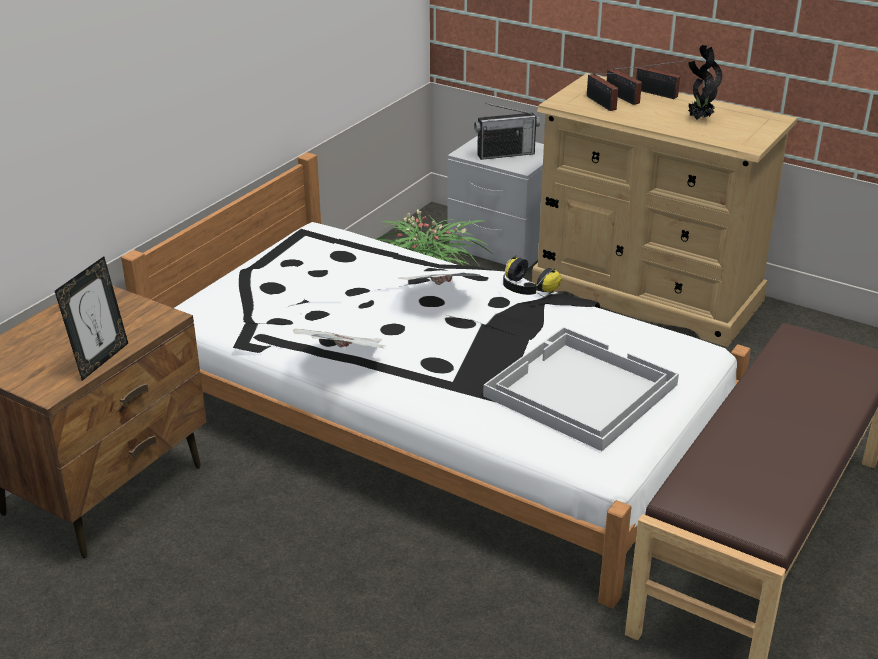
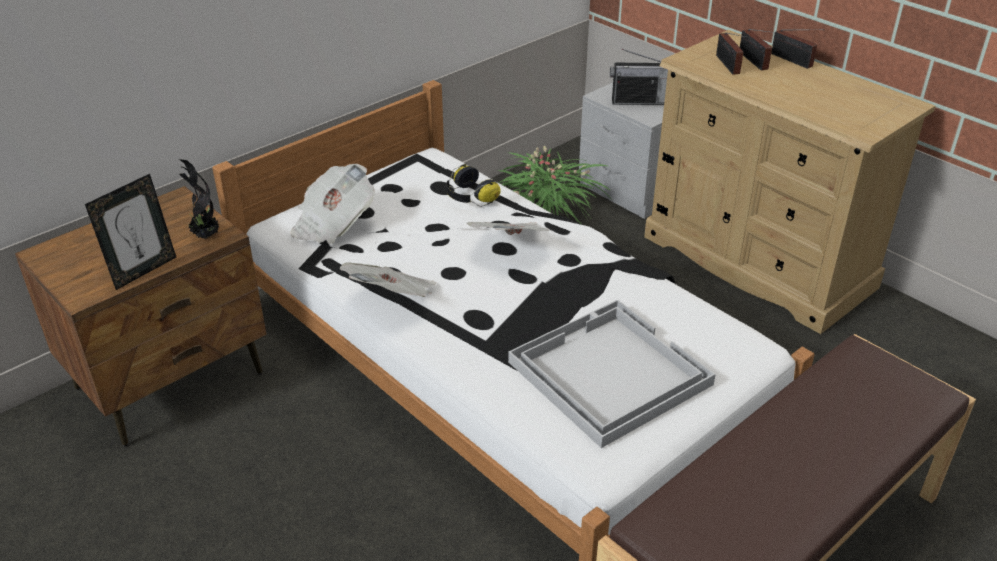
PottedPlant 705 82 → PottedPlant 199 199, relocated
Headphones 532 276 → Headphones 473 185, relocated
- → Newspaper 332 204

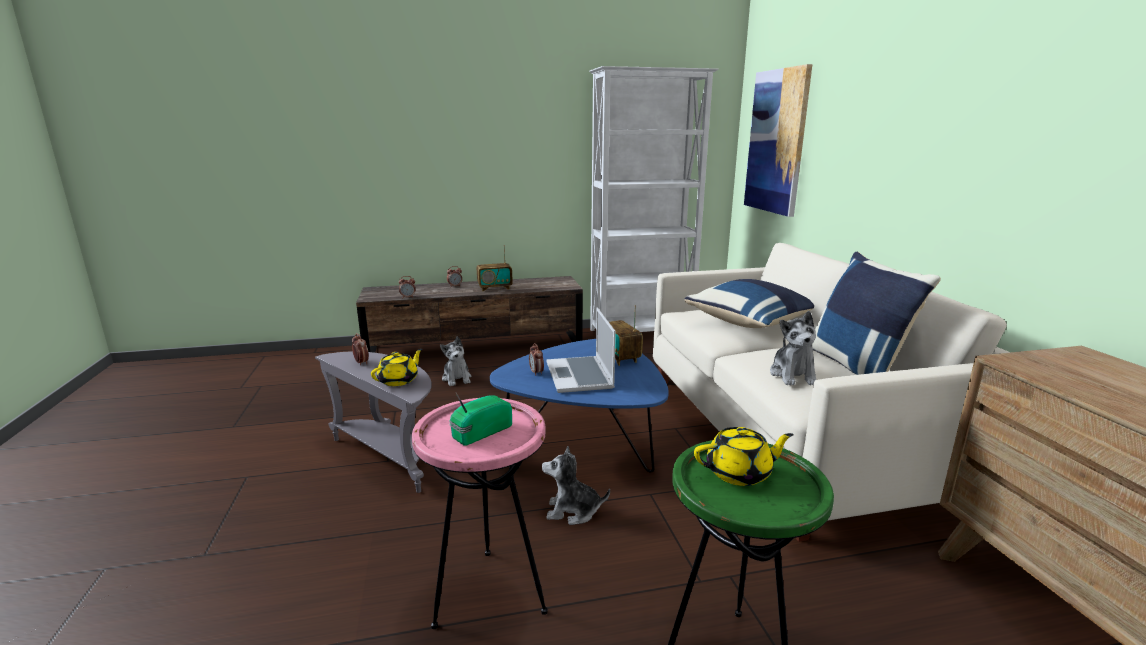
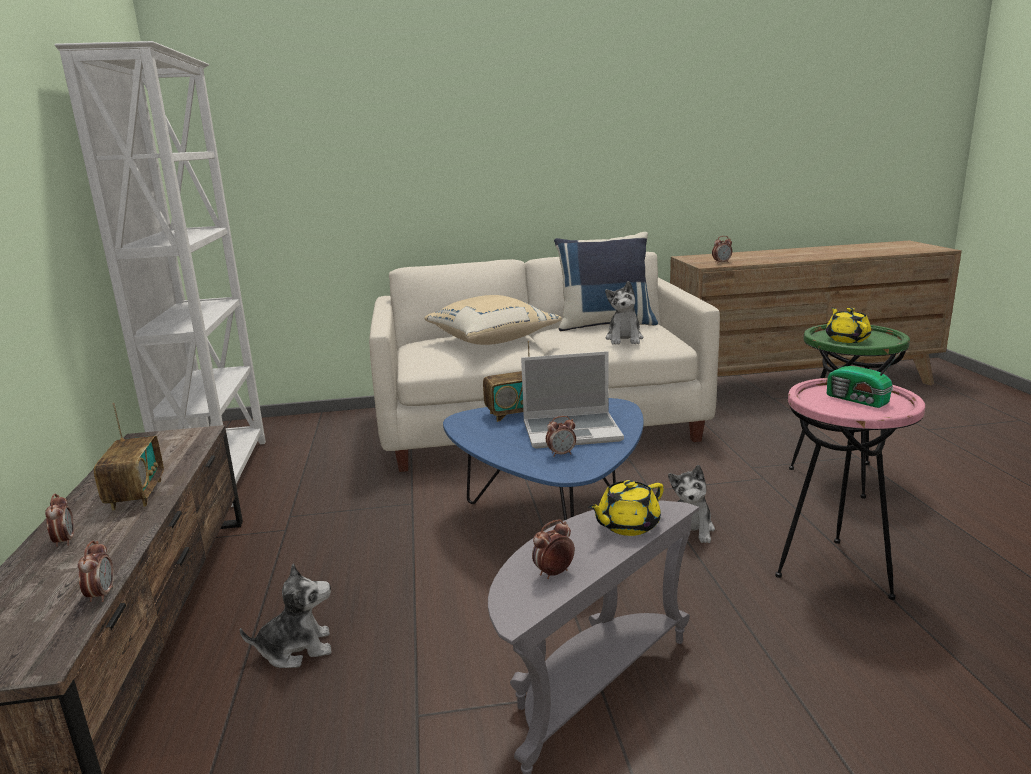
Picture 778 140 → -
BluePillow 749 303 → BeigePillow 493 320
PlushToy 793 348 → PlushToy 624 312, 90 degrees clockwise
YellowTeapot 396 367 → YellowTeapot 626 508, 75 degrees counterclockwise
- → AlarmClock 722 250

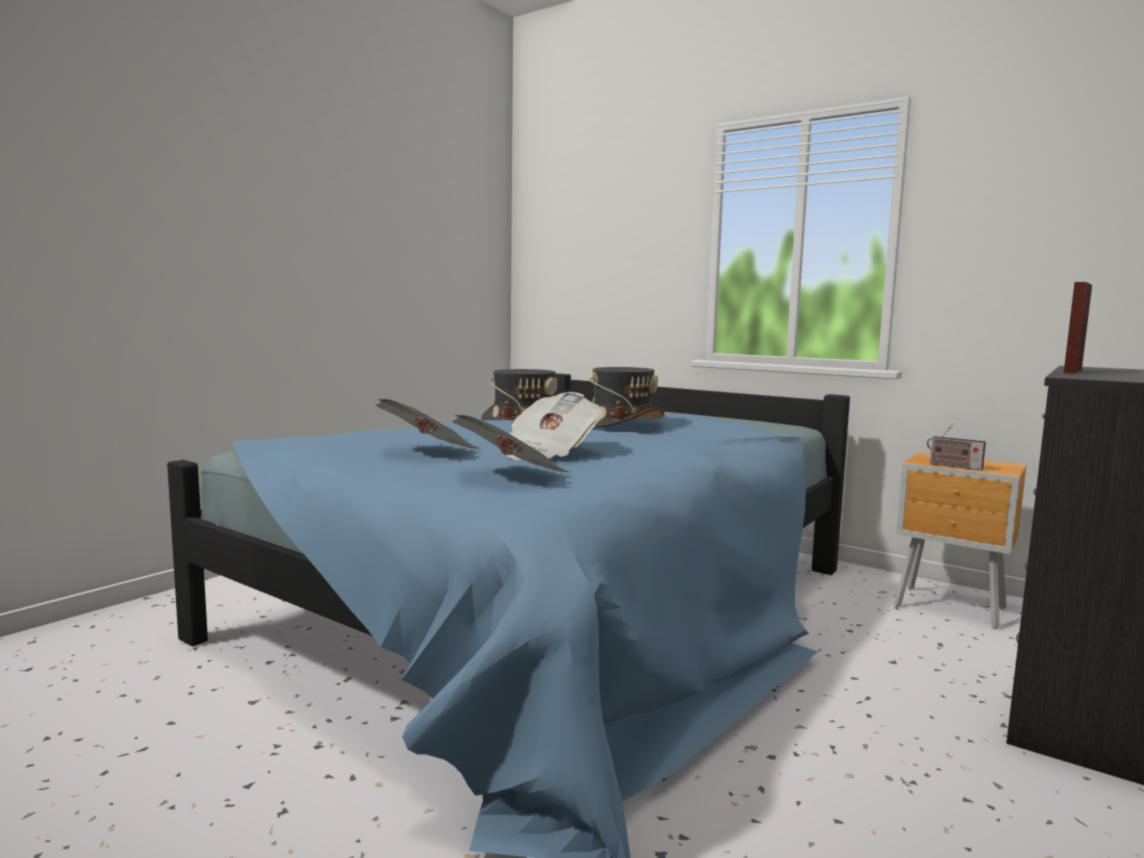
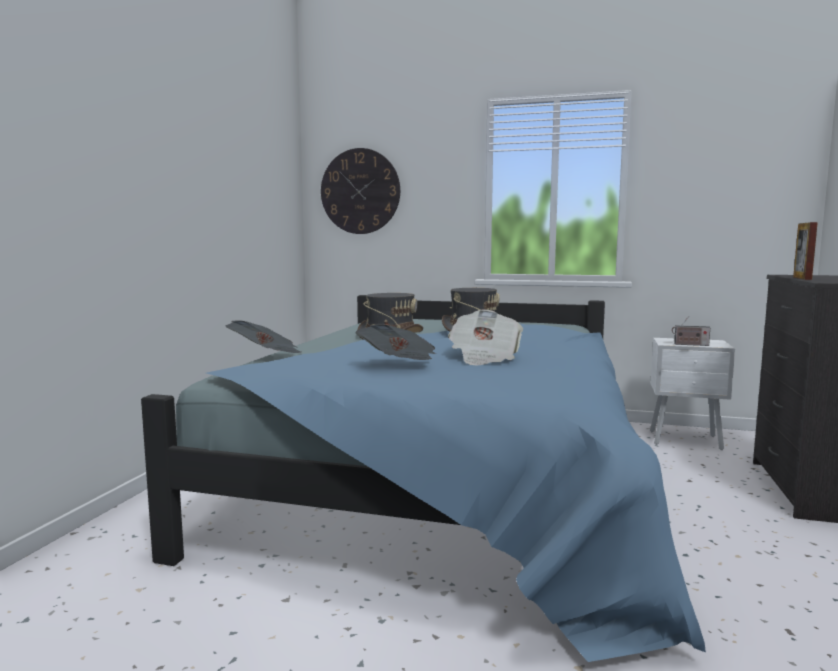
Newspaper 511 443 → Newspaper 263 336, relocated
BrownNightstand 960 541 → WhiteNightstand 692 394
- → WallClock 360 191

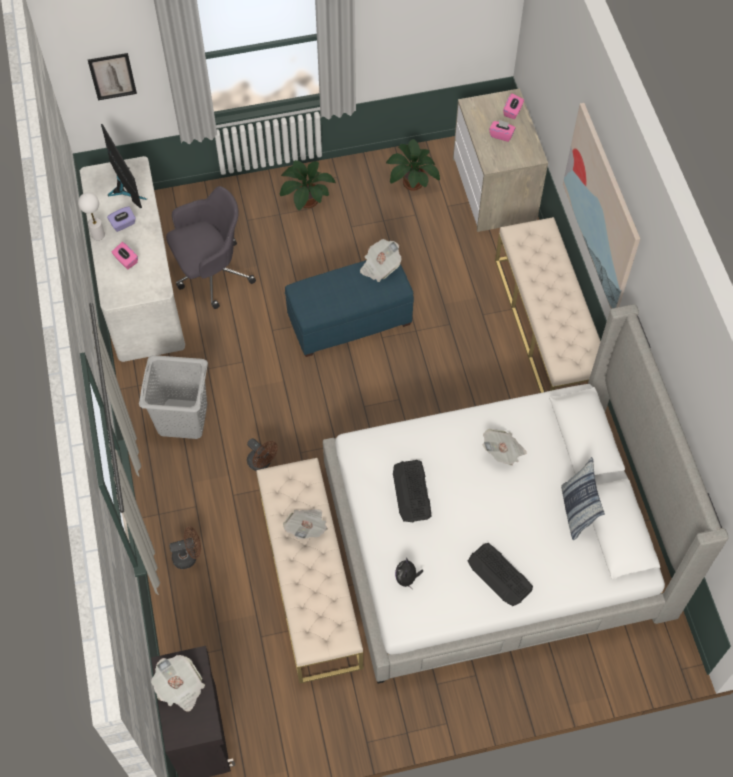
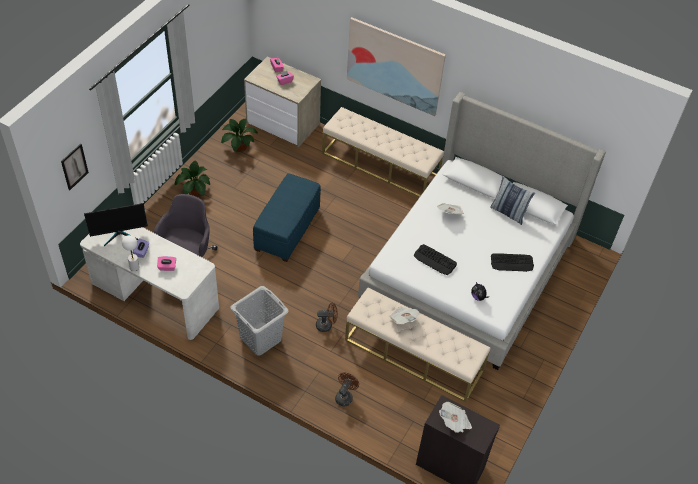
Monitor 124 166 → Monitor 116 224, 150 degrees clockwise
Newspaper 381 260 → -

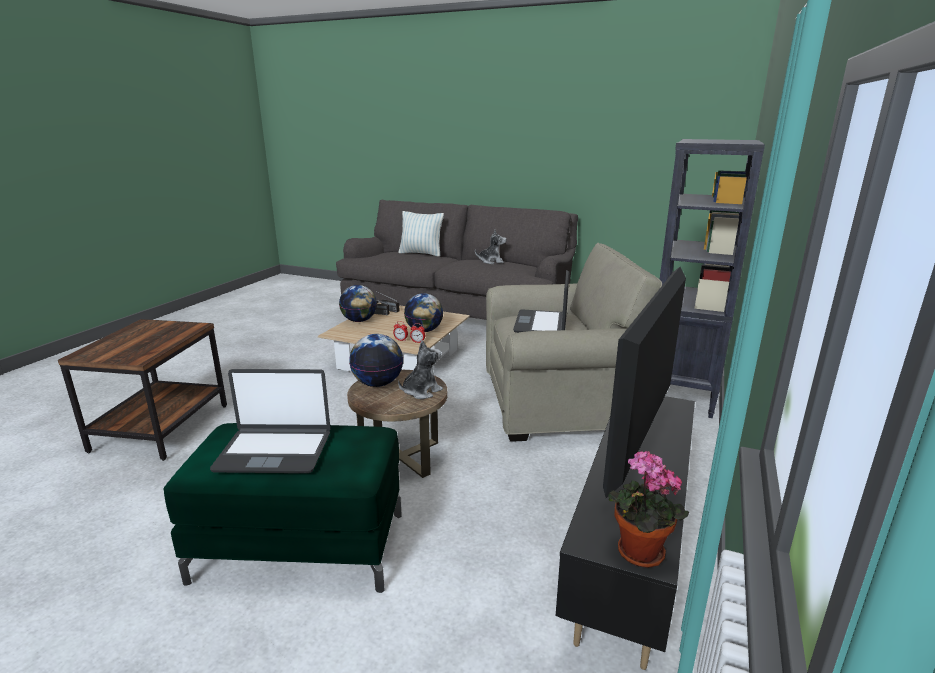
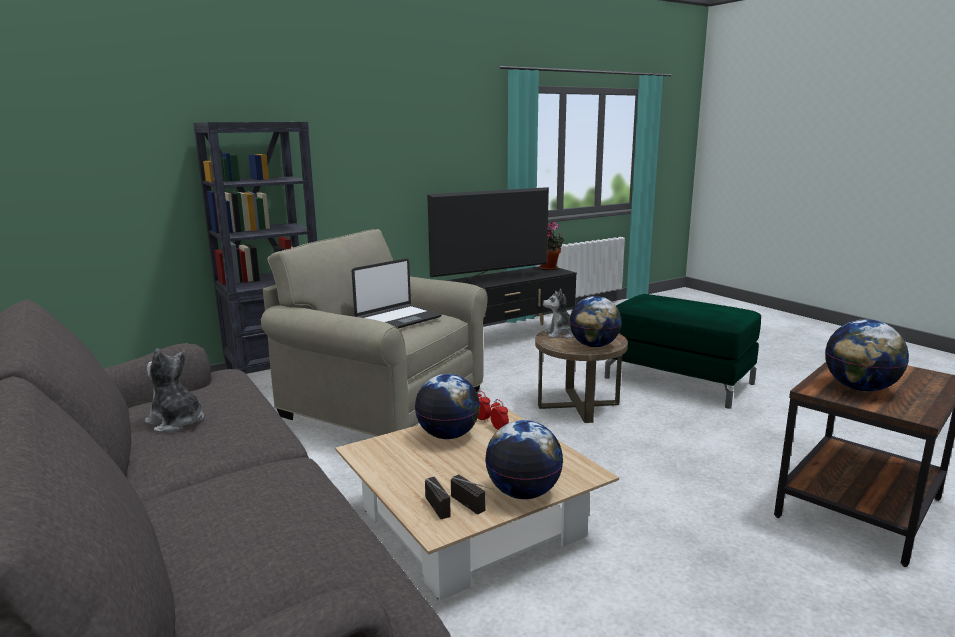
Pillow 421 234 → -
Laptop 270 421 → -
- → Globe 867 356

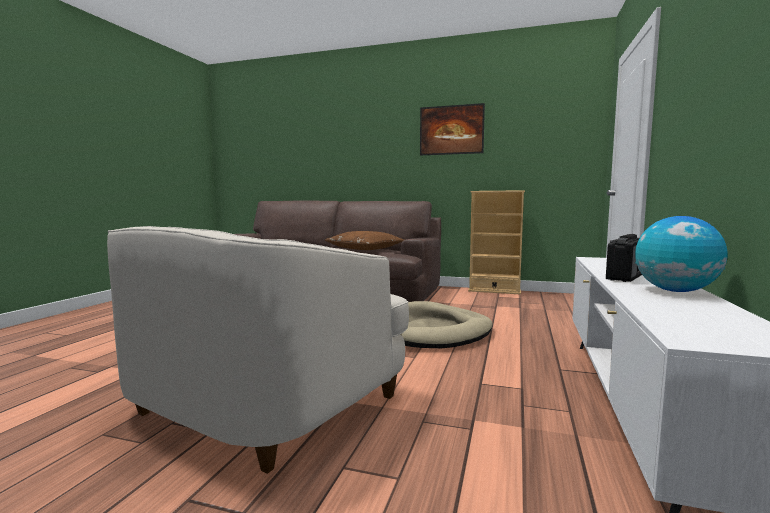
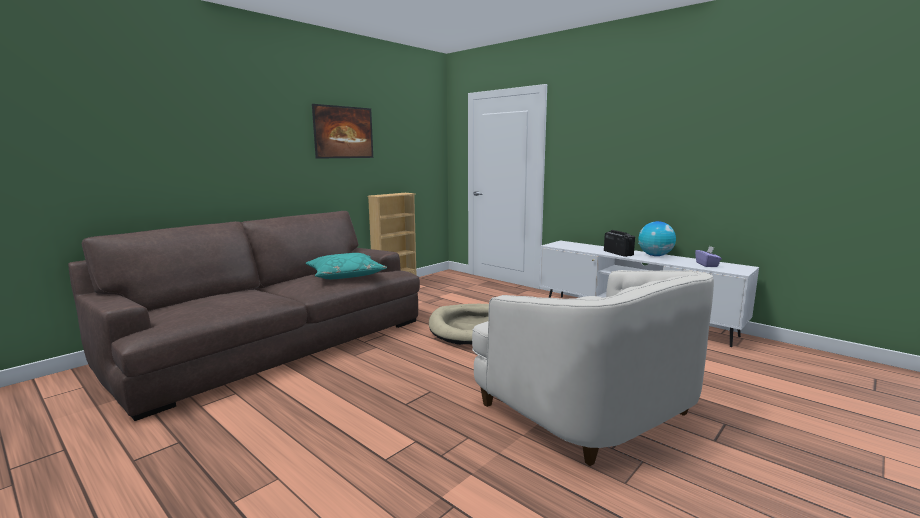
BrownPillow 364 240 → TurquoisePillow 346 266
- → PurpleTissueBox 708 256

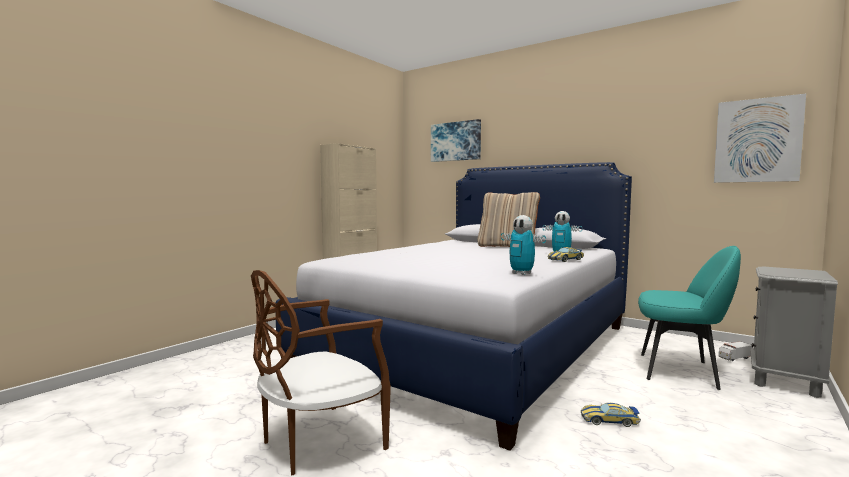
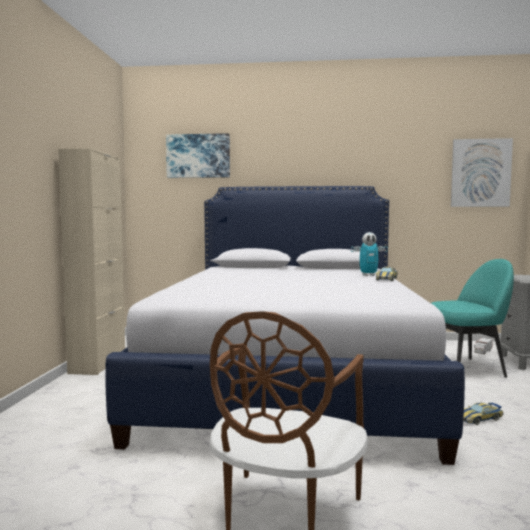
BeigePillow 508 219 → -
ToyRobot 523 245 → -

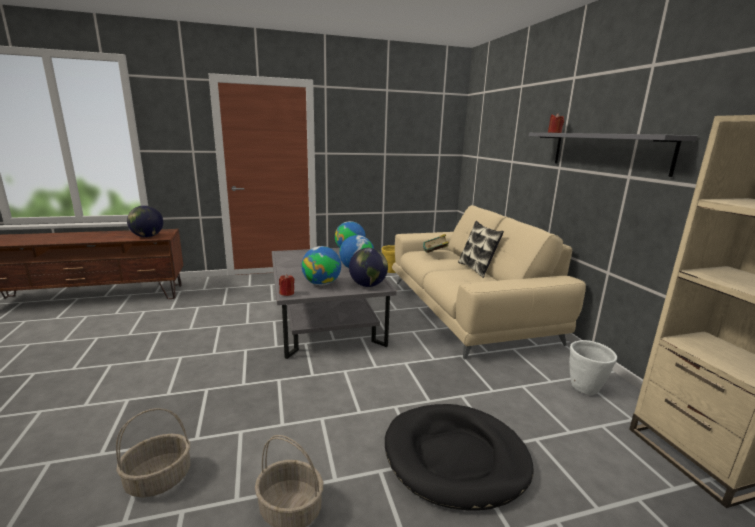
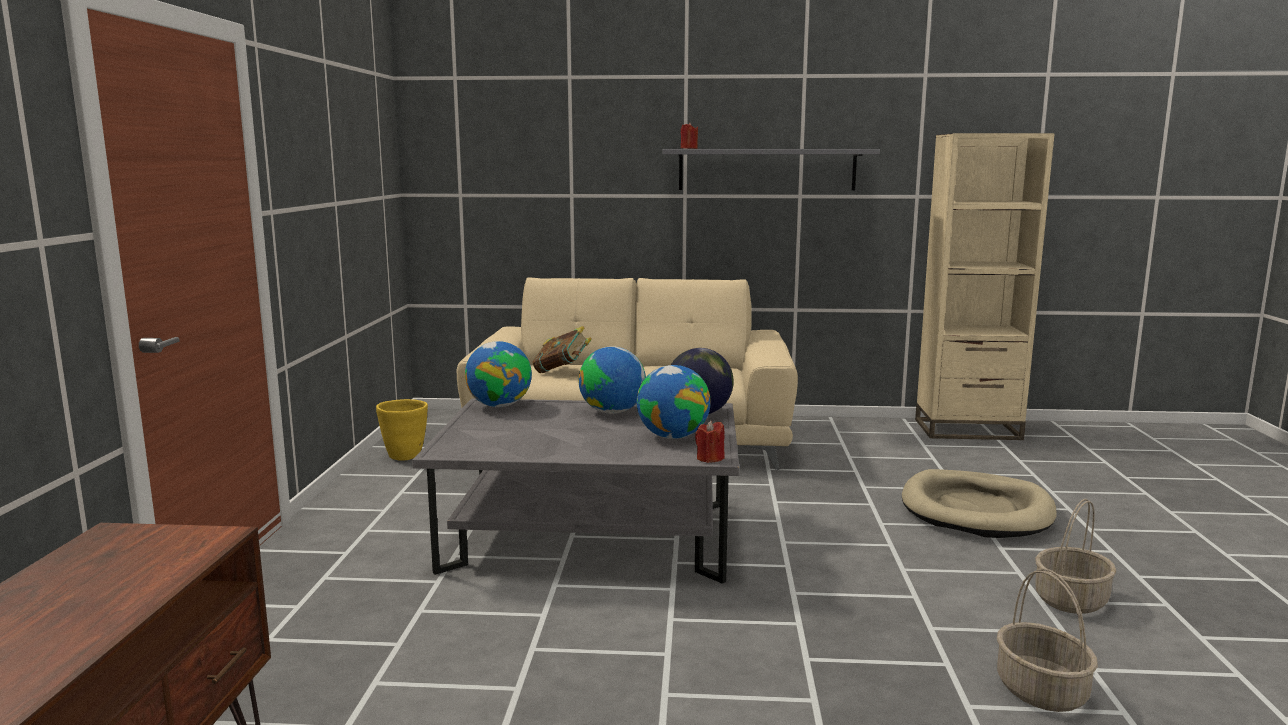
Globe 145 221 → -
Pillow 481 249 → -
WhitePlanter 593 367 → -
BlackDogBed 459 457 → BeigeDogBed 979 503

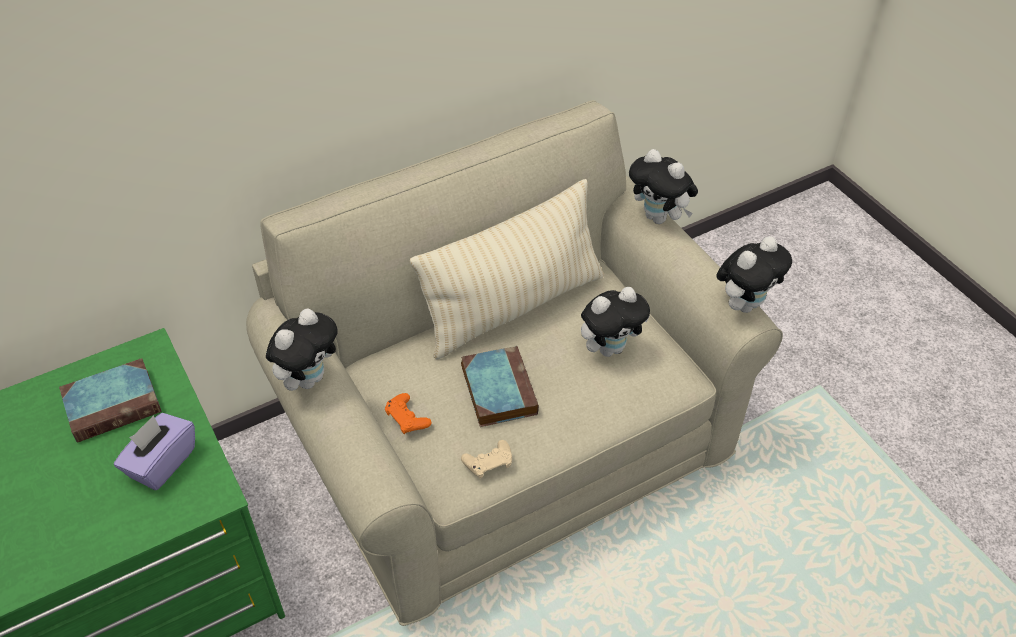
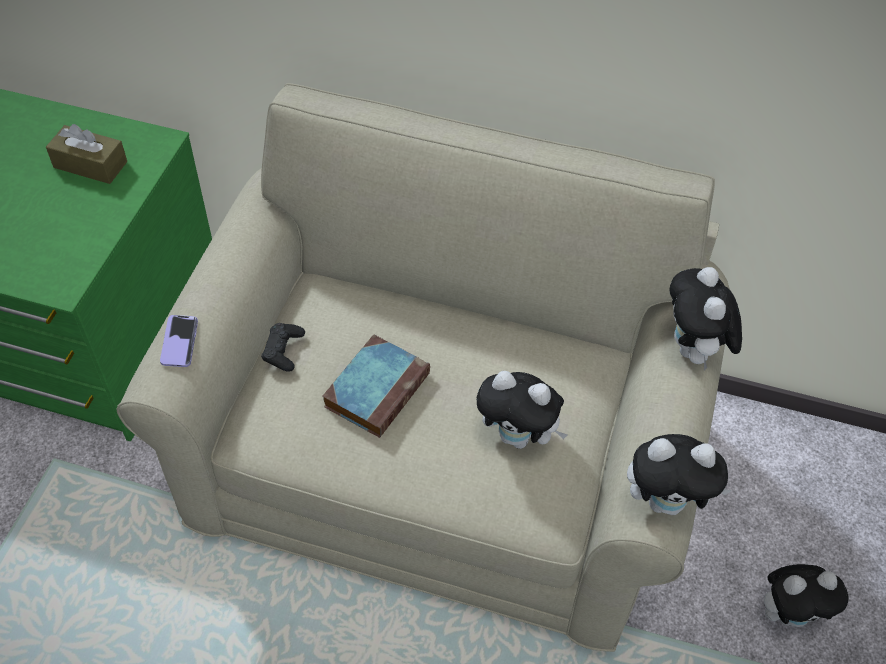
BeigePillow 507 269 → -
PlushToy 301 349 → PlushToy 806 595, relocated
Book 110 400 → BrownTissueBox 86 154
OrangeGameController 408 413 → BlackGameController 283 347
PurpleTissueBox 154 451 → -
BeigeGameController 486 459 → -
- → Phone 179 341

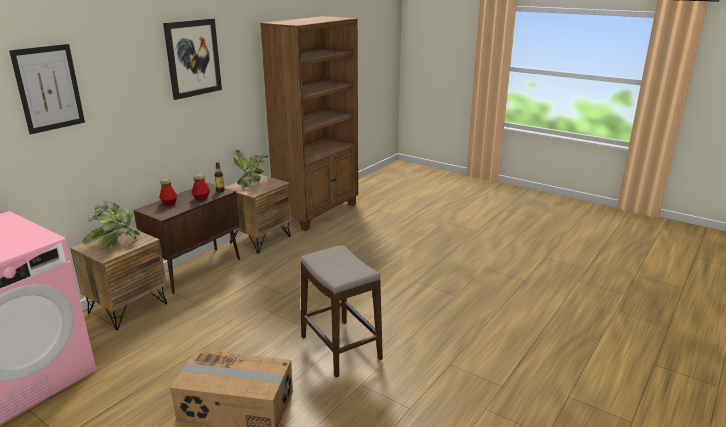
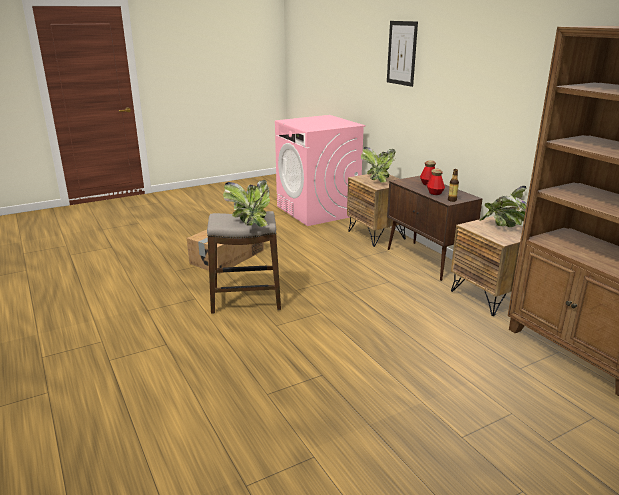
Picture 192 59 → -
- → PottedPlant 246 203

